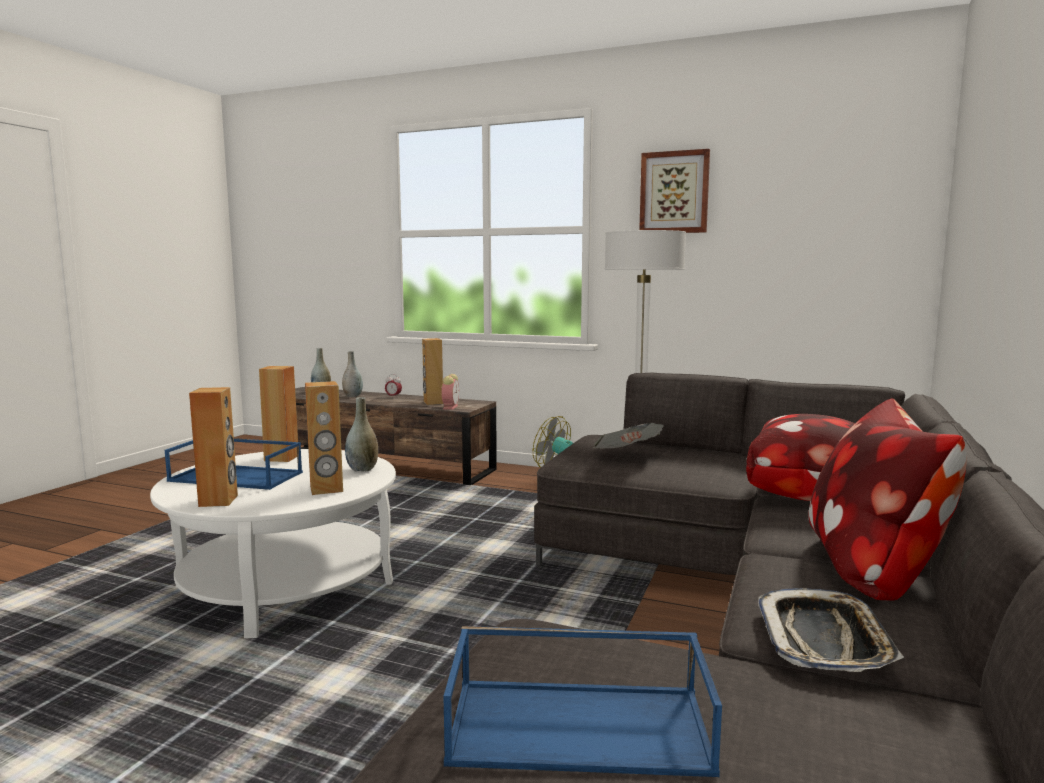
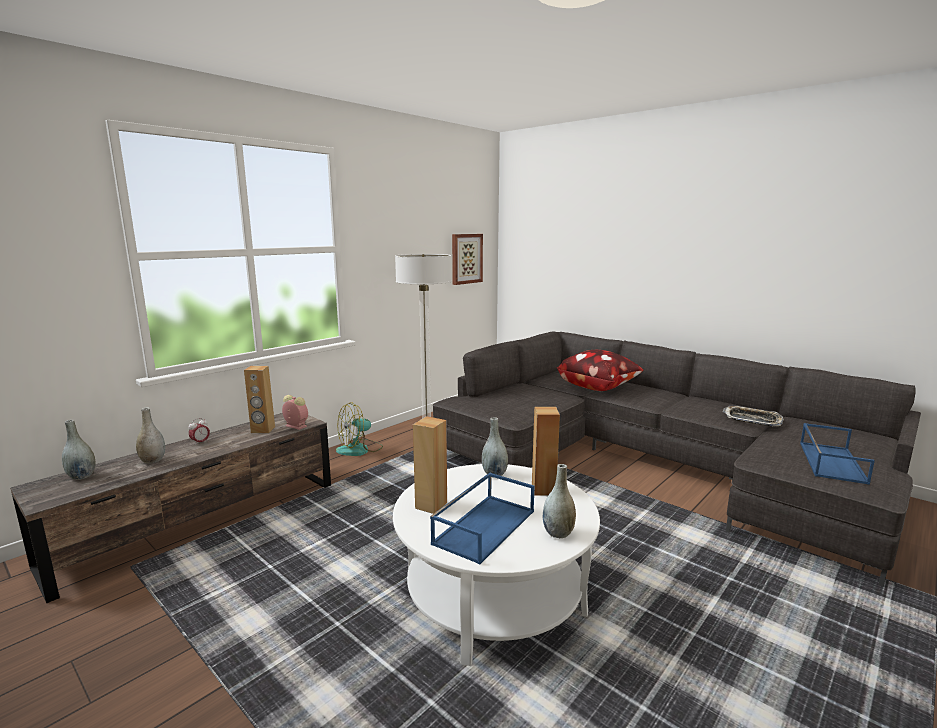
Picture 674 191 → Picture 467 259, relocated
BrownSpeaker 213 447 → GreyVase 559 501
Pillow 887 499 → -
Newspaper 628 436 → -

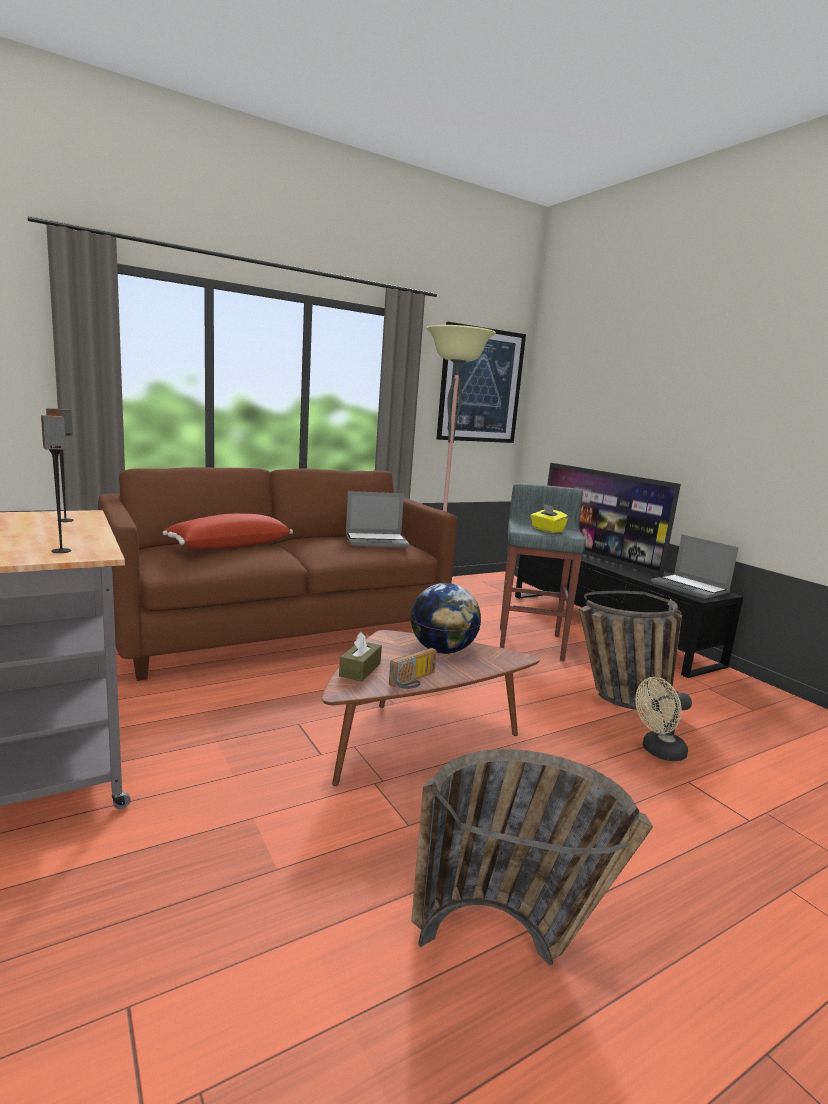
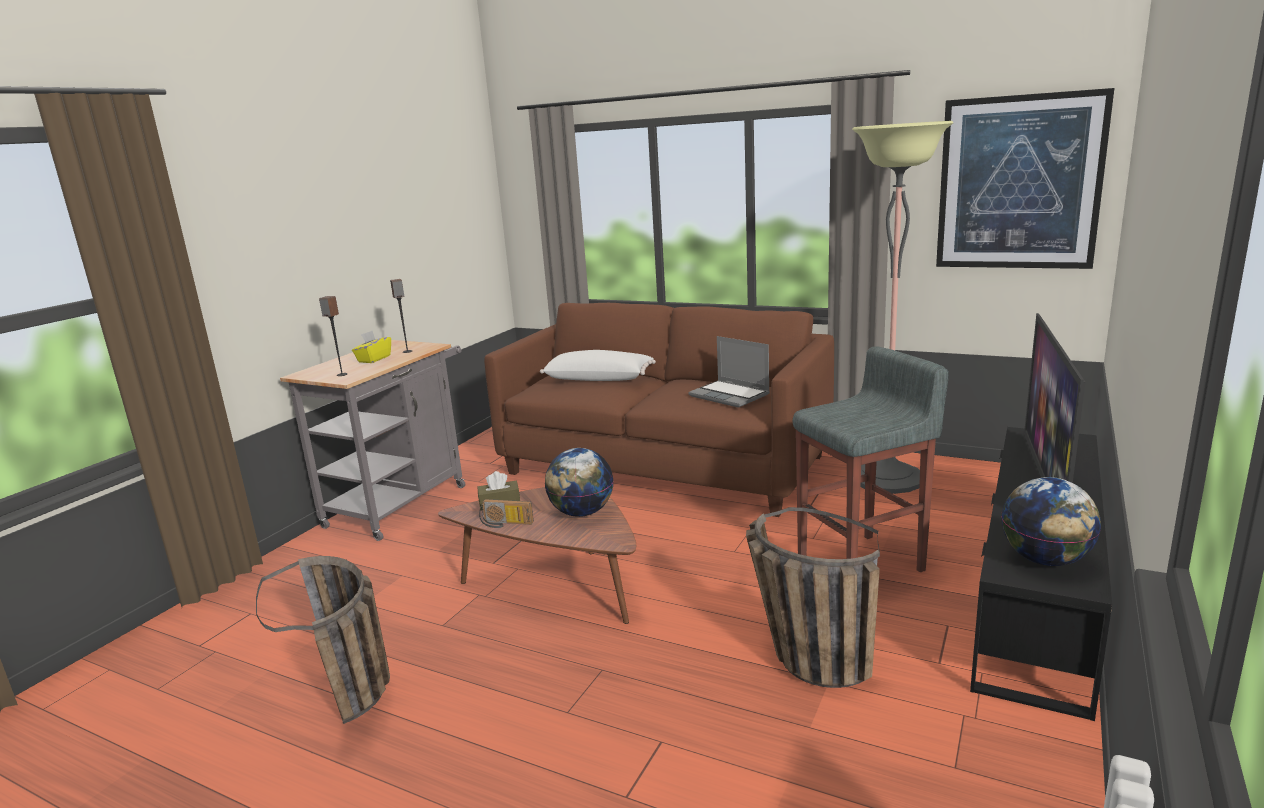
YellowTissueBox 549 518 → YellowTissueBox 371 347, relocated
RedPillow 227 531 → WhitePillow 598 365
Laptop 695 566 → Globe 1051 521
BeigeFan 663 719 → -

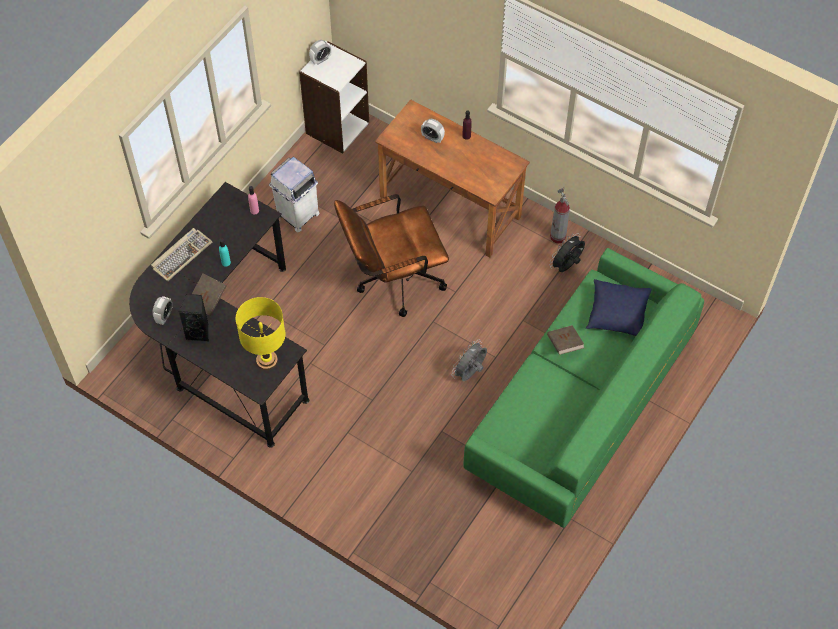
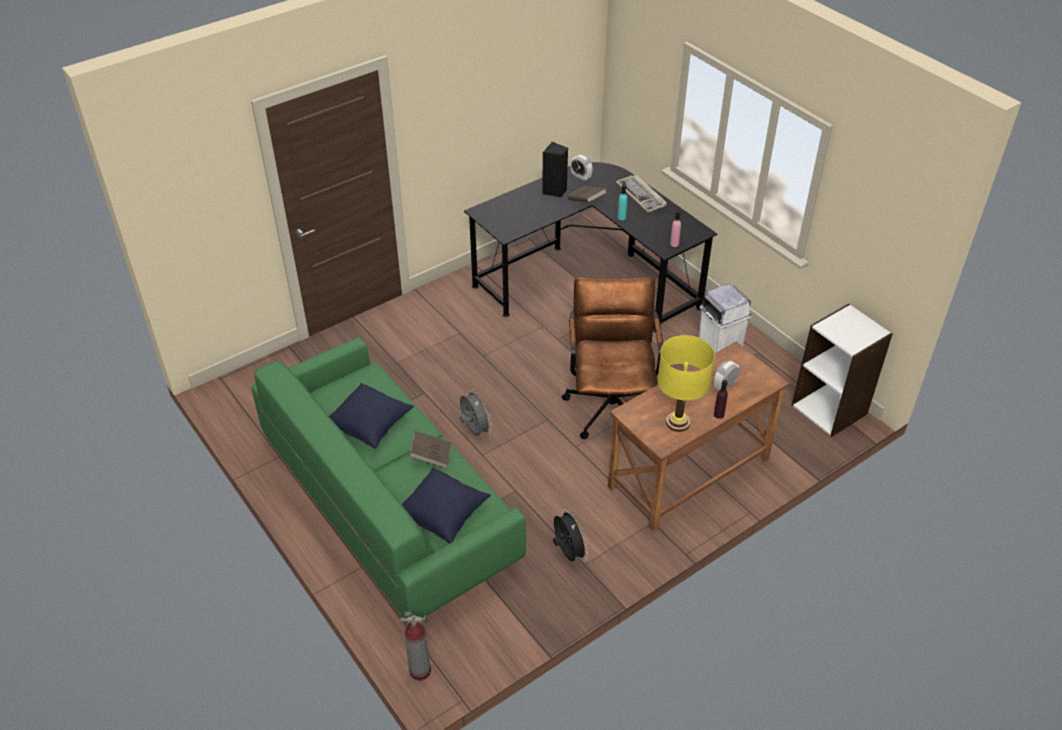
AlarmClock 320 52 → -
FireExtinguisher 560 215 → FireExtinguisher 415 646, relocated
YellowTableLamp 260 333 → YellowTableLamp 686 383, relocated
- → BluePillow 371 416

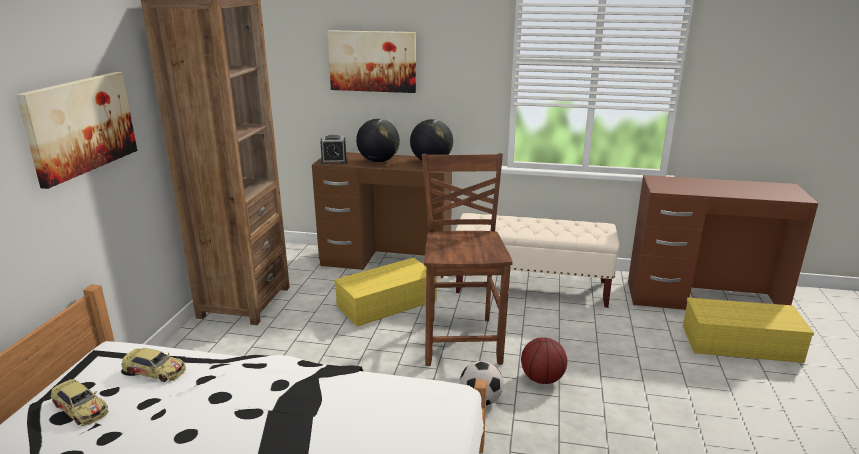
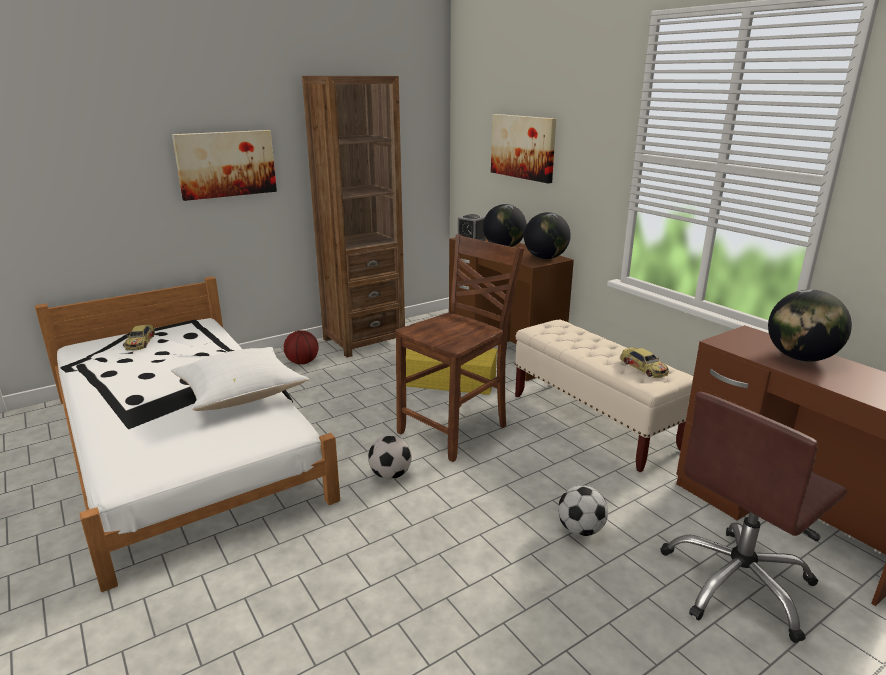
YellowStorageBox 748 330 → BrownOfficeChair 754 517
Basketball 544 361 → Basketball 301 347, relocated
ToyCar 153 365 → ToyCar 644 362, relocated
- → Globe 810 325
- → WhitePillow 240 379
- → Football 583 510

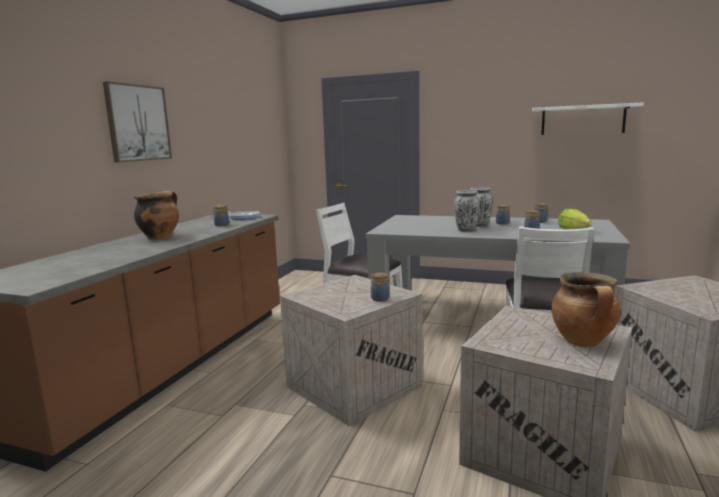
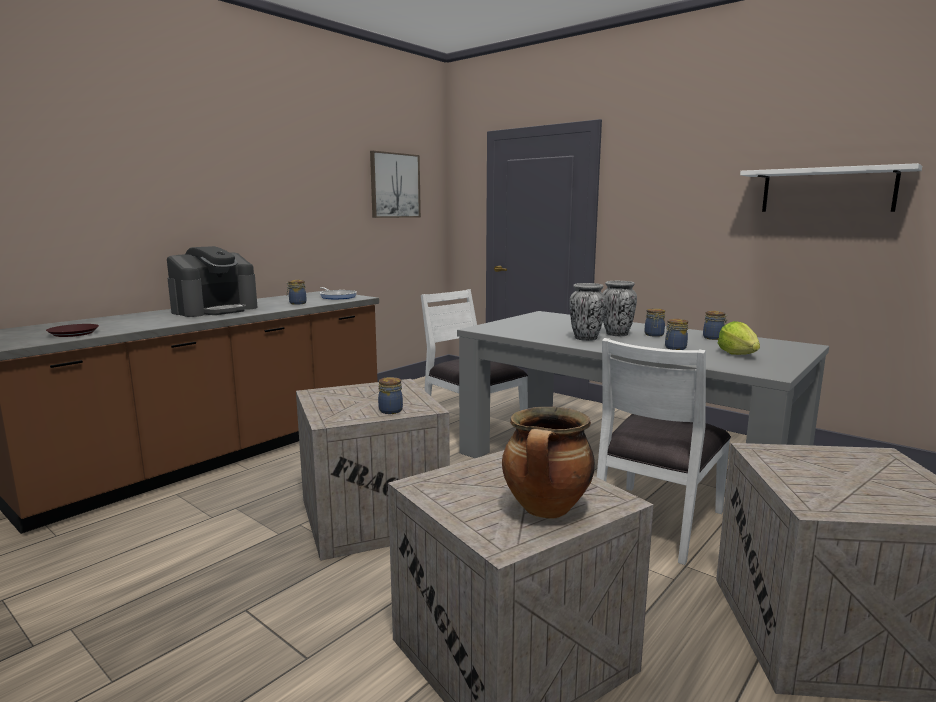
Picture 137 121 → Picture 395 184, relocated
CookingPot 156 215 → CoffeeMachine 212 281
- → BrownPlate 72 330

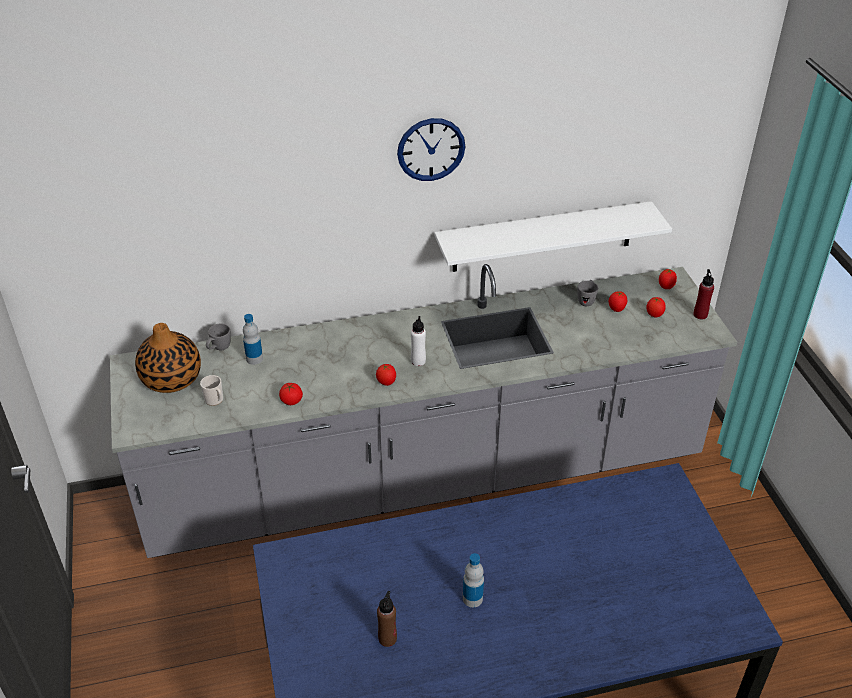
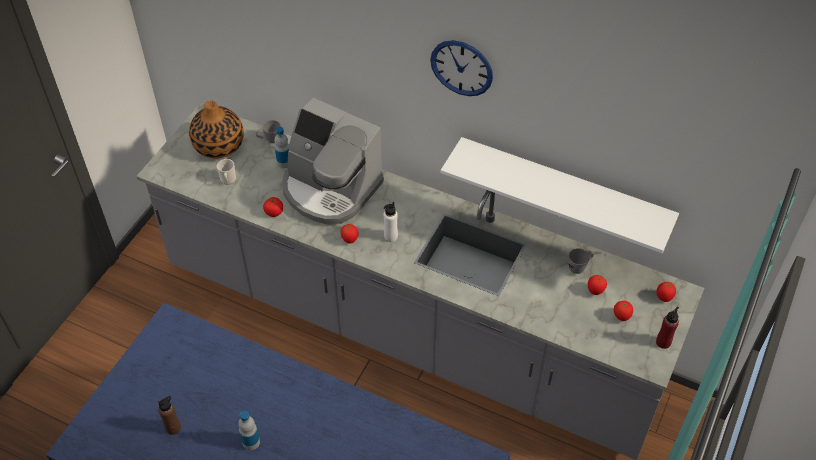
- → CoffeeMachine 333 161

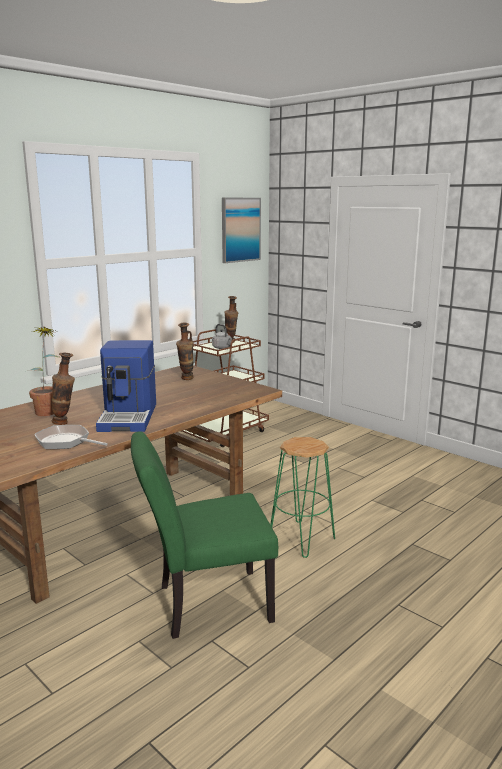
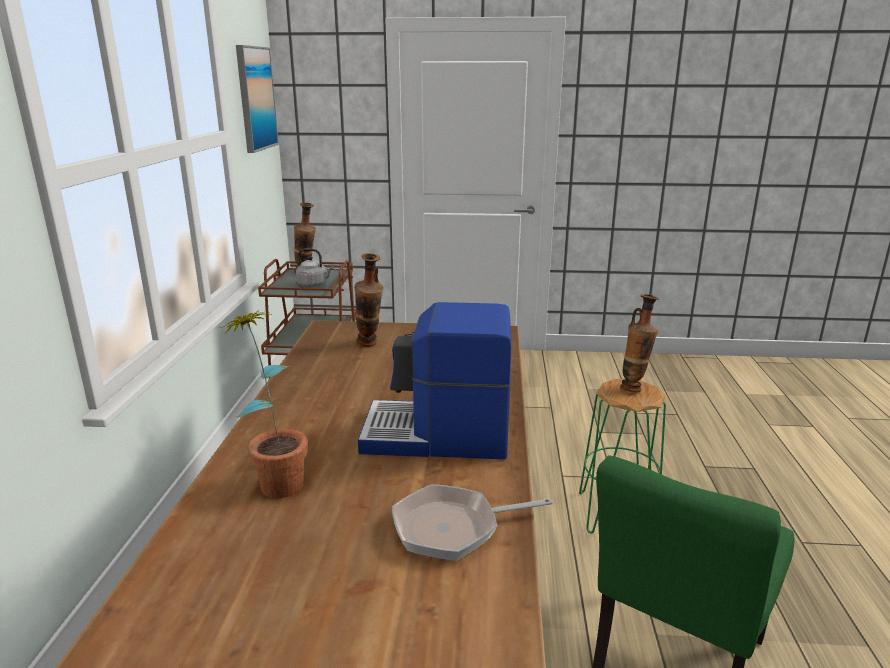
CoffeeMachine 126 386 → CoffeeMachine 435 380, 135 degrees clockwise
Vase 63 389 → Vase 639 343, relocated

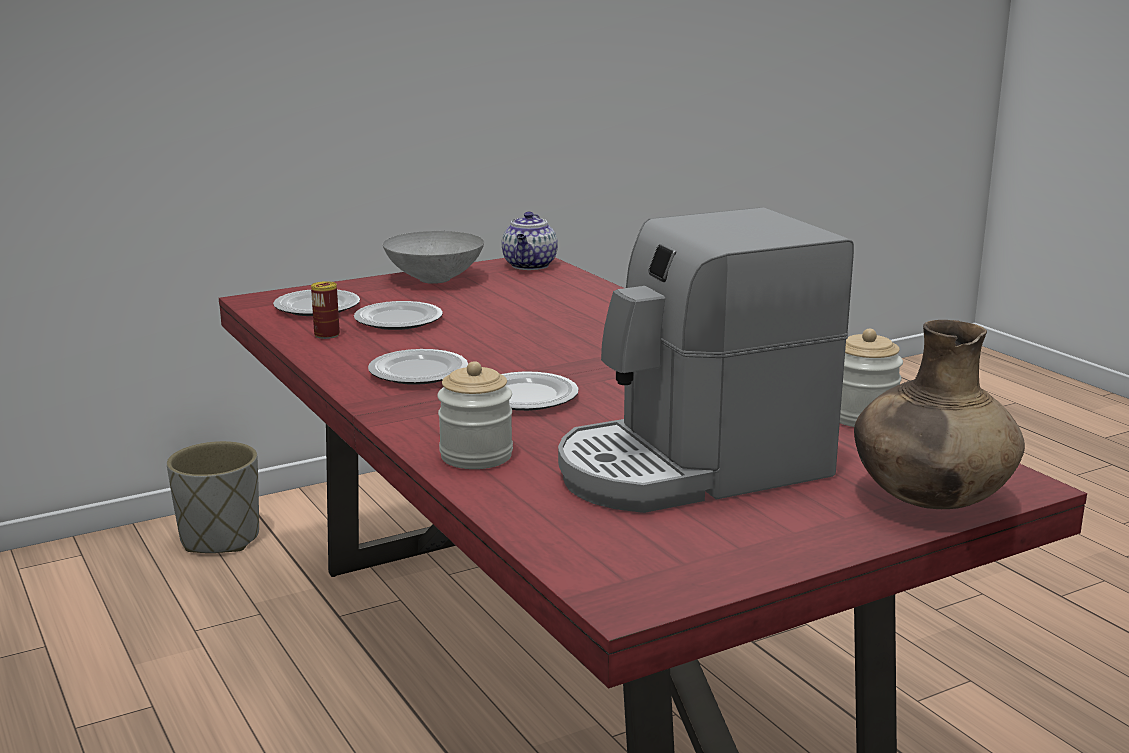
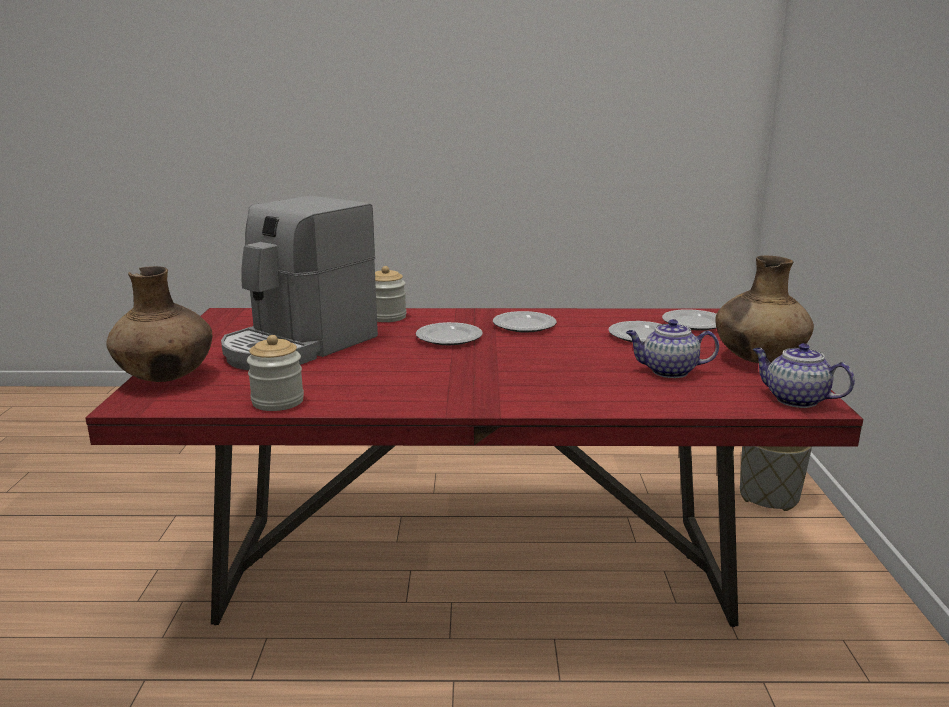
CoffeeMachine 706 360 → CoffeeMachine 299 283, 150 degrees counterclockwise
GreyBowl 433 257 → BrownVase 764 309
Can 325 310 → -
- → Teapot 672 348

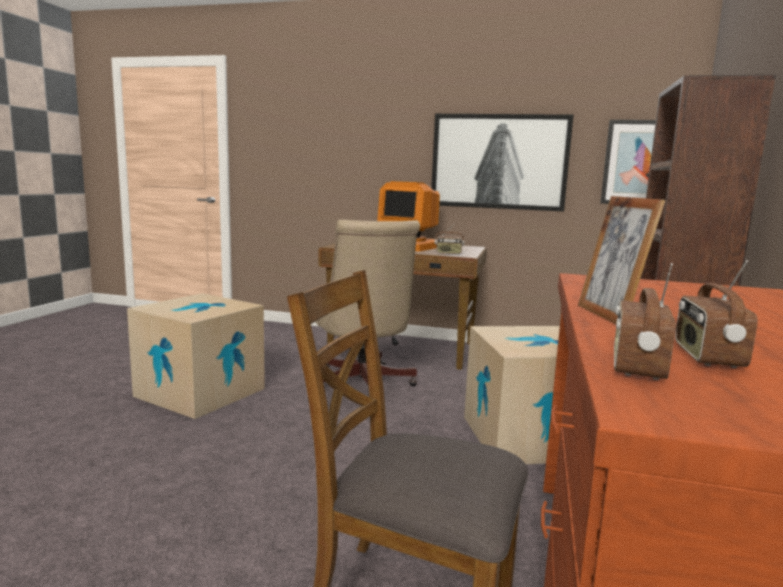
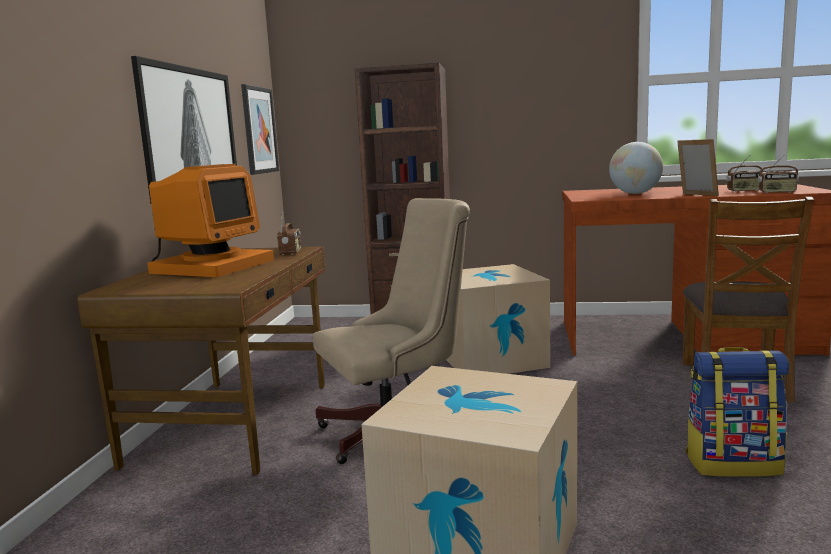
PictureFrame 621 260 → PictureFrame 698 167, 105 degrees counterclockwise
- → Globe 636 168
- → Backpack 737 412

